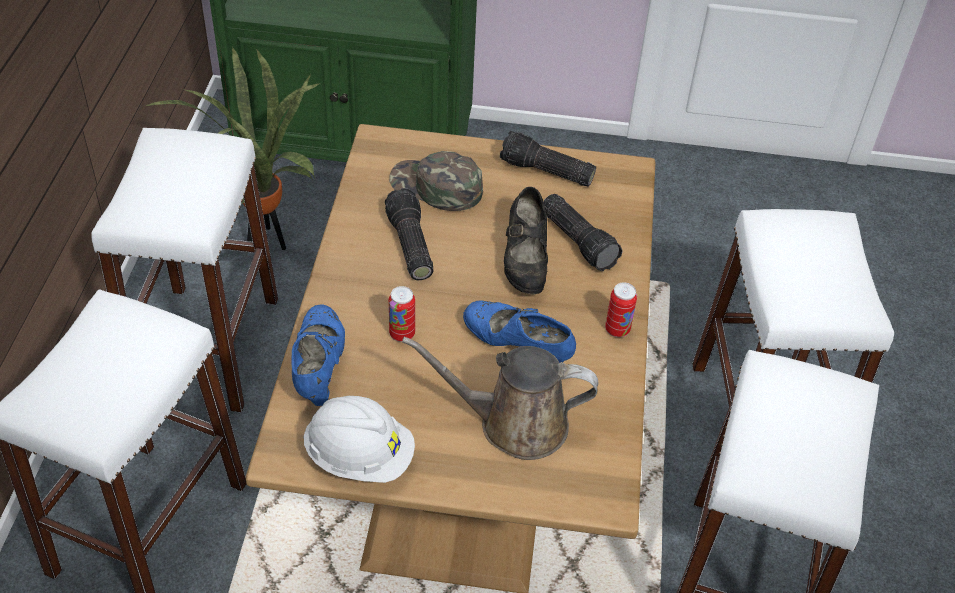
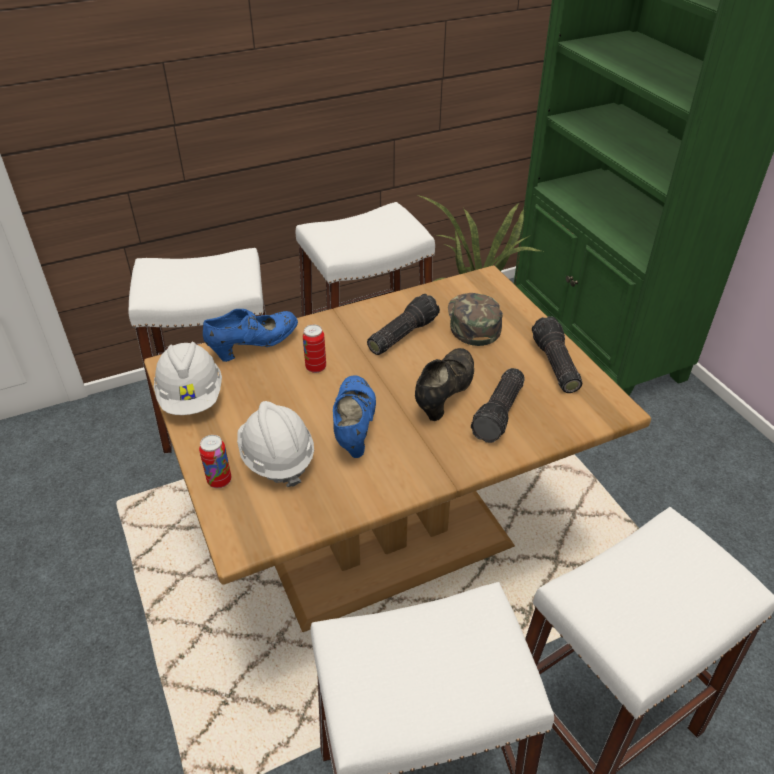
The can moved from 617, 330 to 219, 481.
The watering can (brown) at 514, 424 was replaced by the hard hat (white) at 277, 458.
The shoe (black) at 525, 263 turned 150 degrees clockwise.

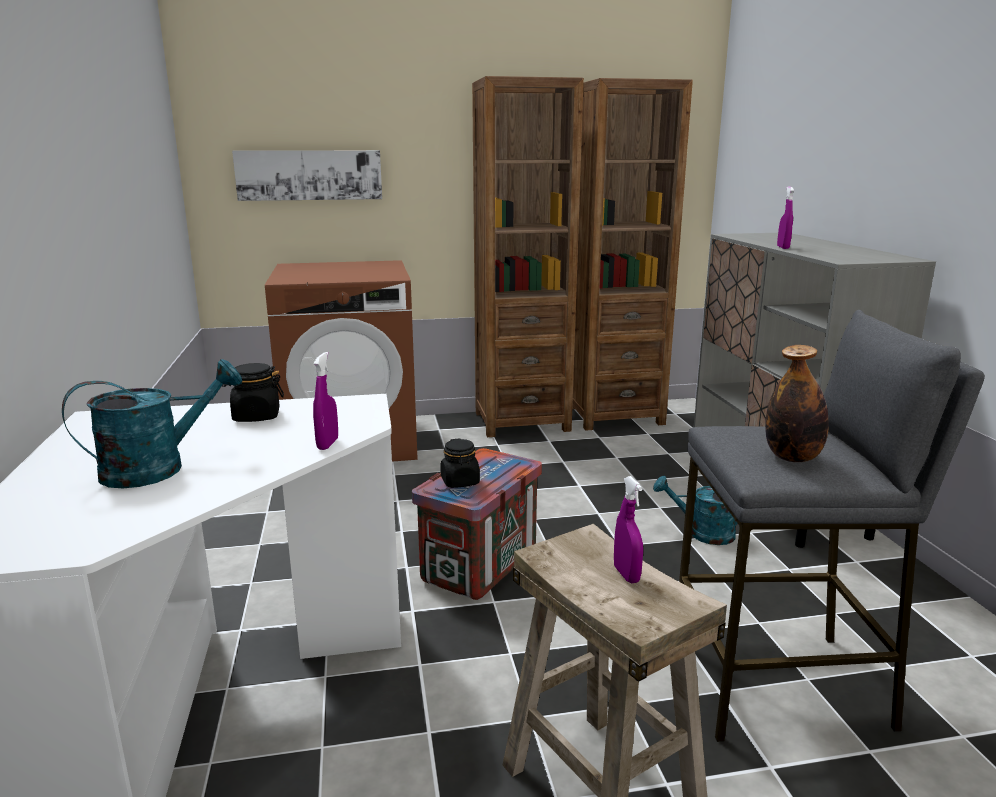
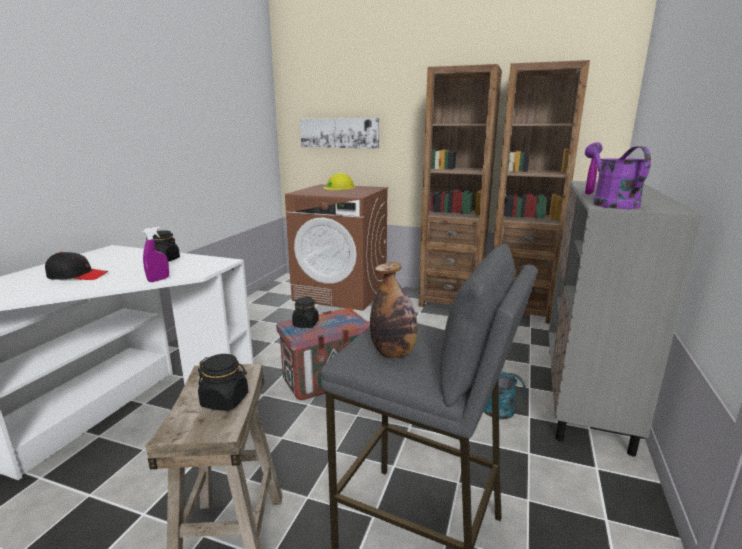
The watering can (turquoise) at 158, 468 was replaced by the cap (black) at 77, 276.
The spray bottle (purple) at 626, 574 was replaced by the jar (black) at 225, 400.
The hard hat (yellow) at 339, 187 appeared.
The watering can (purple) at 610, 203 appeared.

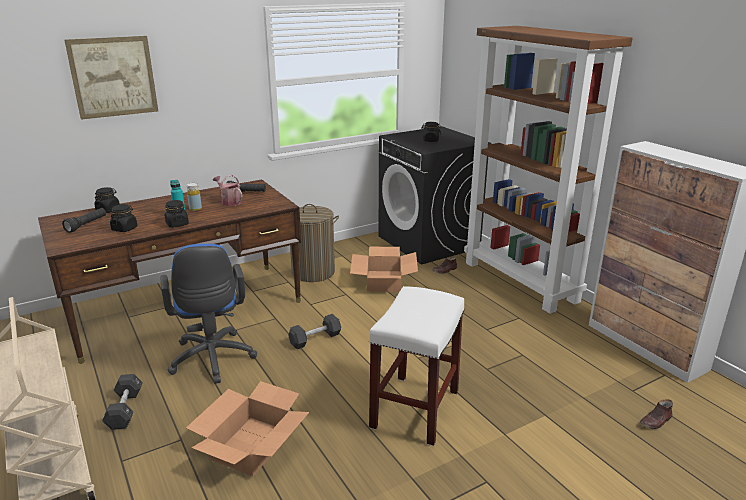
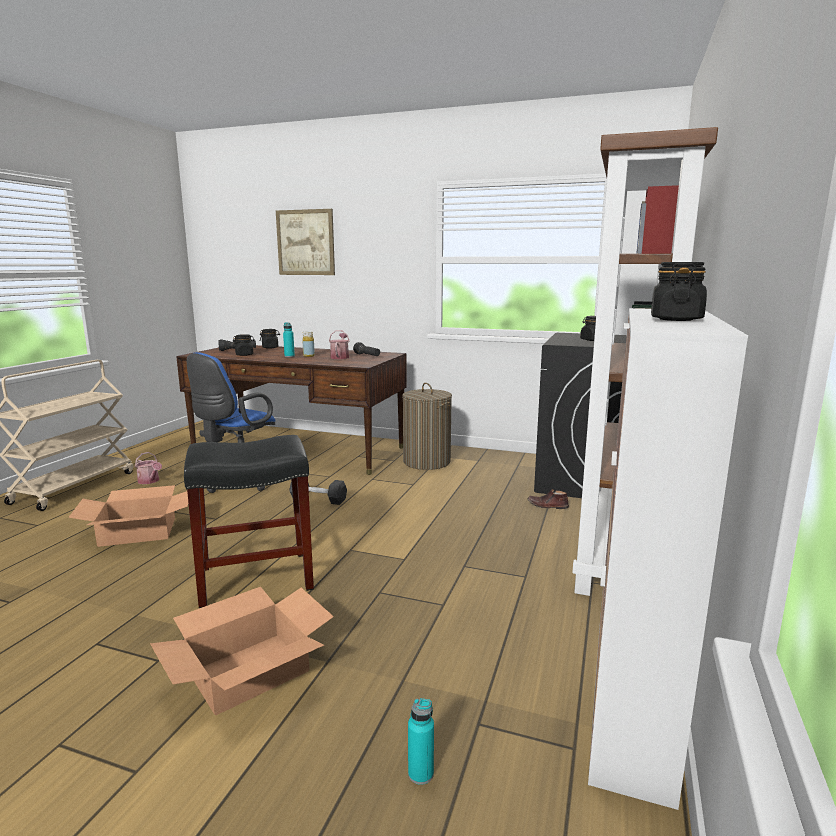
The dumbbell (black) at 125, 410 was replaced by the watering can at 150, 481.
The cardboard box moved from 384, 281 to 248, 671.
The stool (white) at 415, 409 became the stool (black) at 254, 579.
The shoe (brown) at 656, 421 was replaced by the bottle (turquoise) at 420, 773.
The jar (black) moved from 177, 224 to 675, 319.

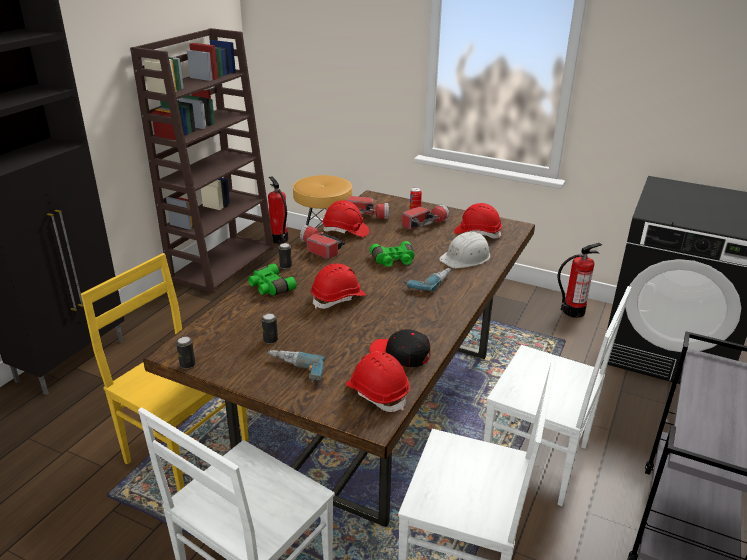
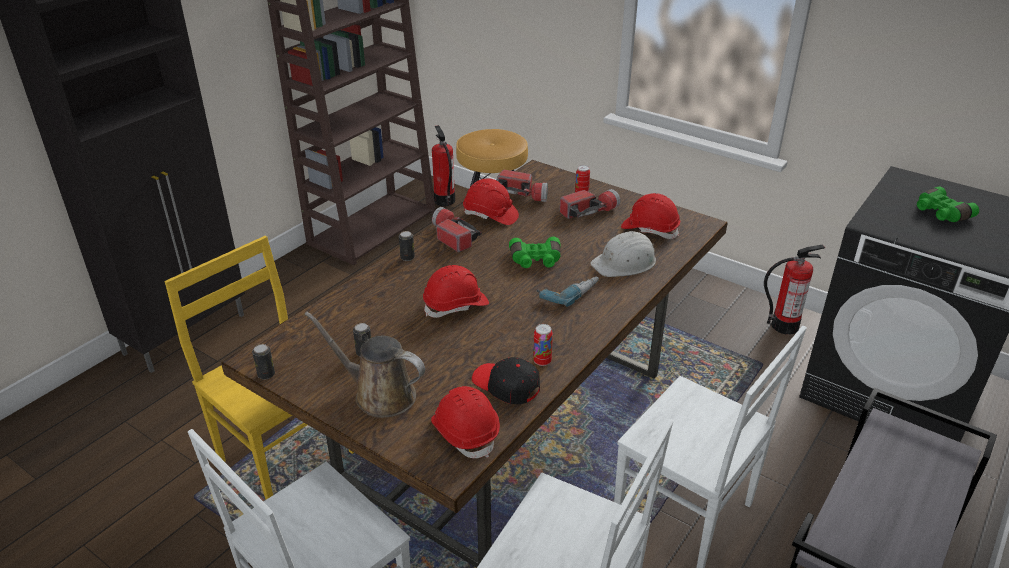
The power drill at 294, 371 was replaced by the watering can (brown) at 379, 394.
The can at 542, 361 appeared.
The binoculars (green) moved from 270, 287 to 940, 213.

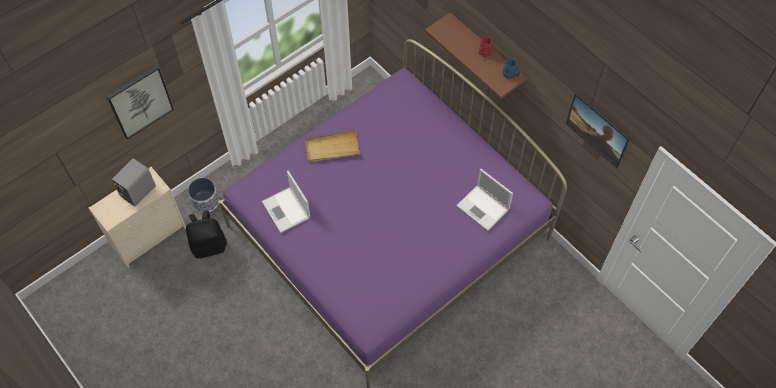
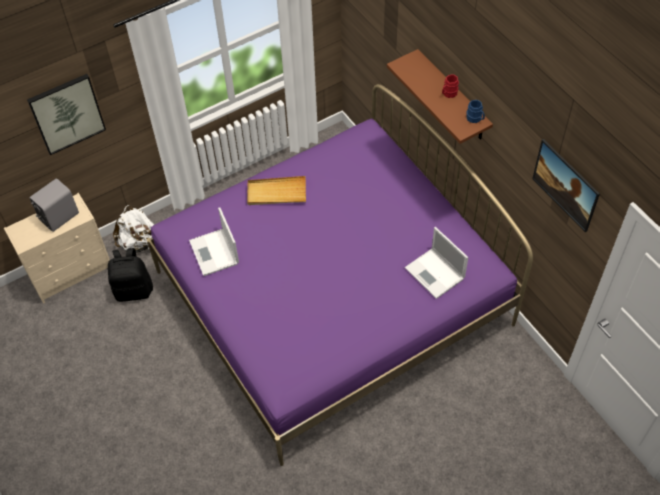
The planter at 206, 201 was replaced by the backpack (white) at 139, 243.

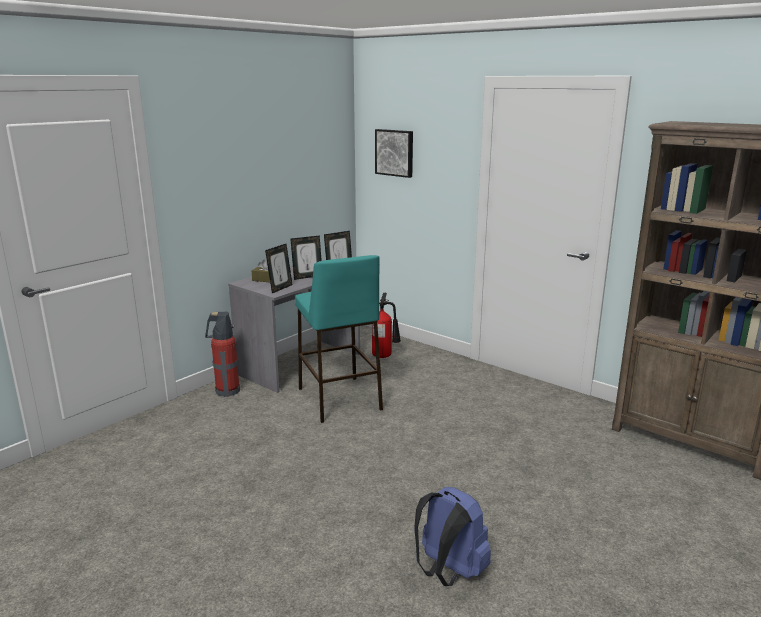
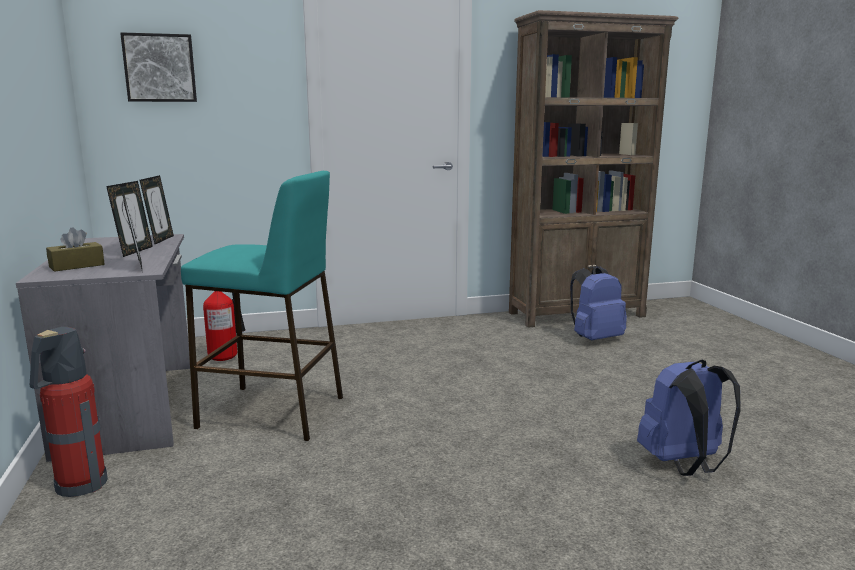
The backpack (blue) at 594, 338 appeared.

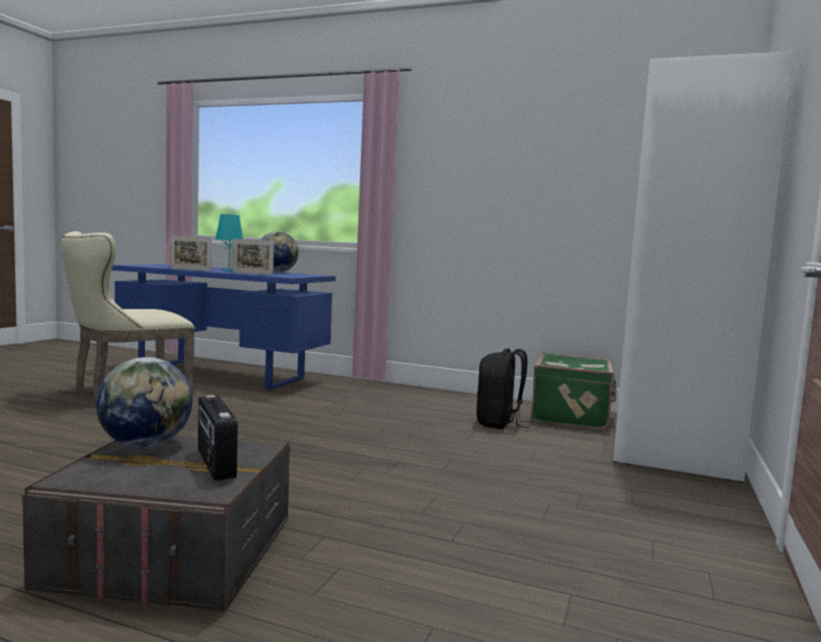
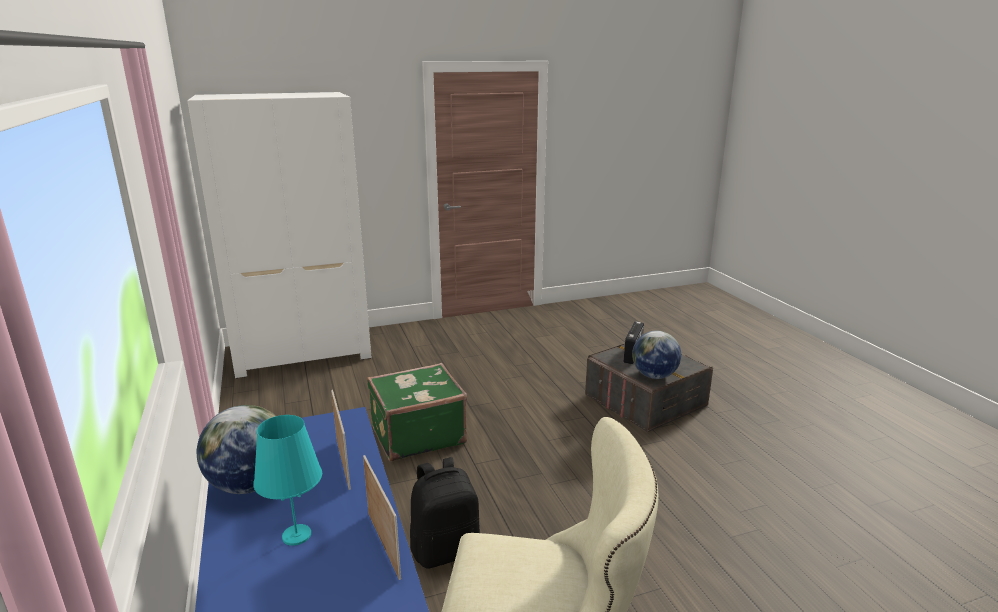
The suitcase (green) moved from 572, 416 to 417, 434.
The backpack (black) moved from 499, 423 to 446, 549.

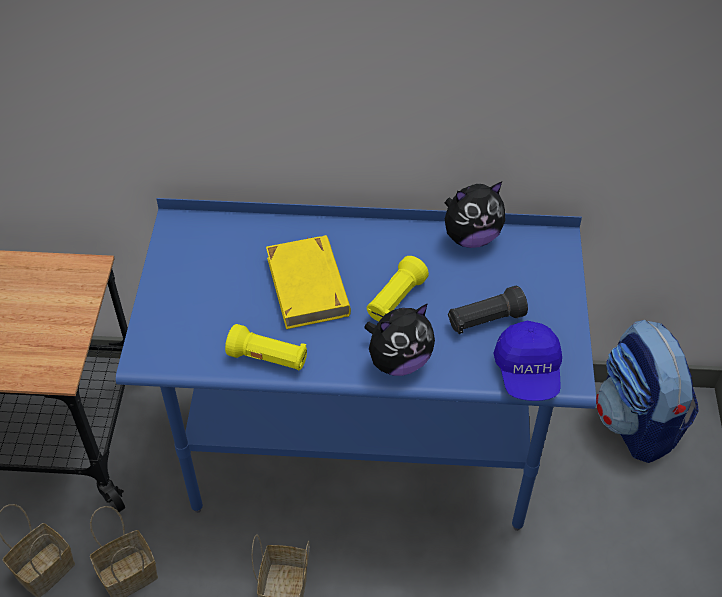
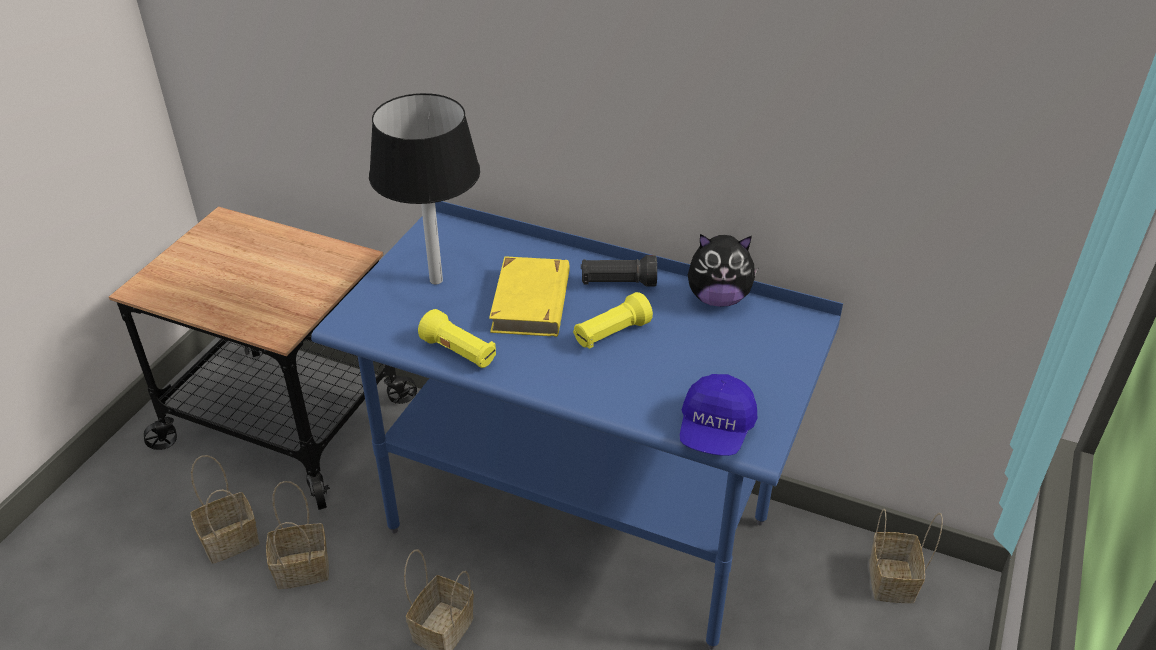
The table lamp (black) at 436, 280 appeared.
The flashlight (black) moved from 485, 320 to 618, 283.
The backpack at 636, 423 was replaced by the basket at 893, 582.
The plush toy at 398, 361 disappeared.

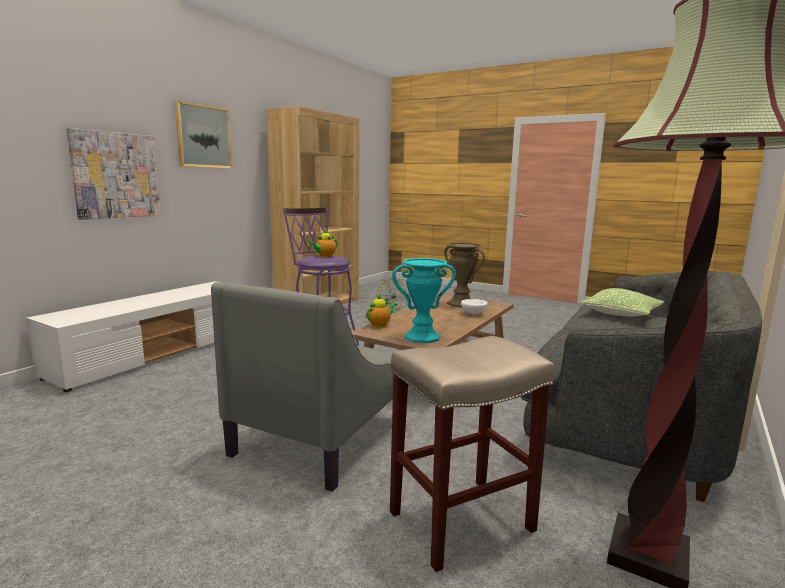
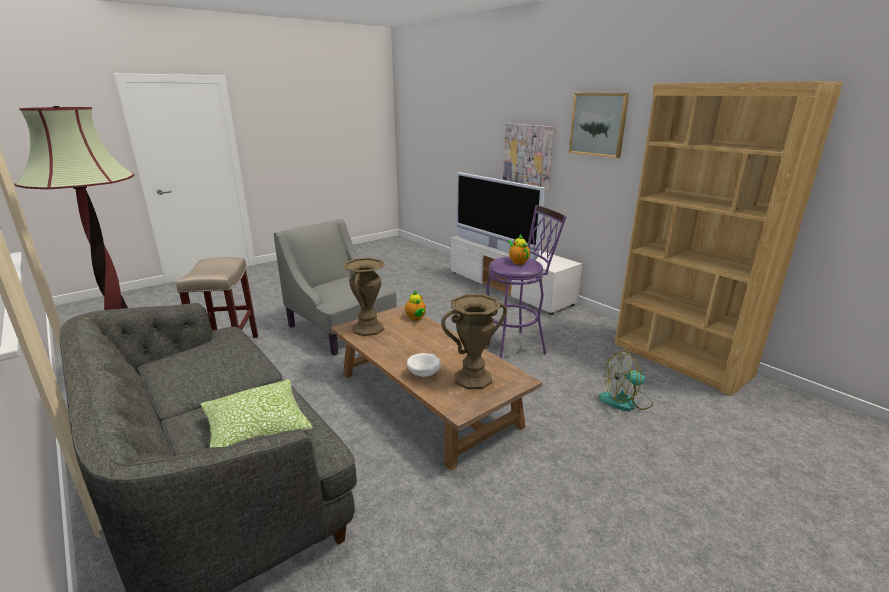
The vase (turquoise) at 422, 337 became the vase (brown) at 368, 328.
The television at 494, 248 appeared.

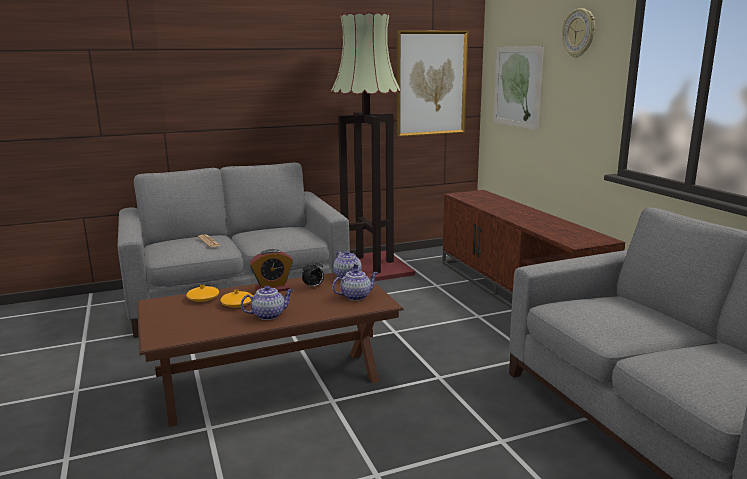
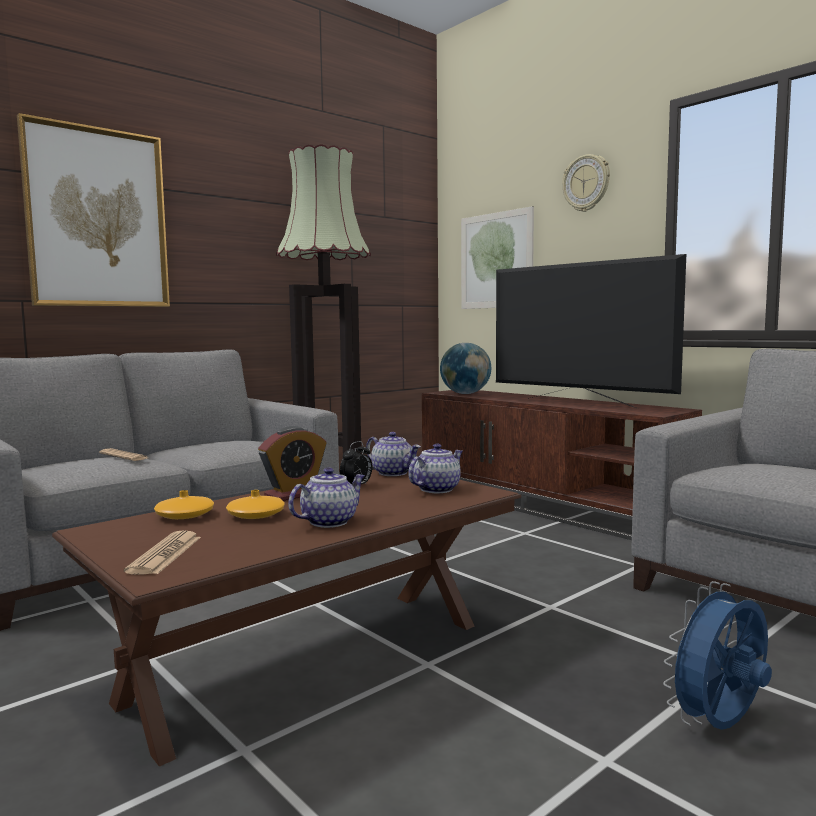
The picture moved from 431, 83 to 97, 218.
The newspaper at 165, 554 appeared.
The globe at 465, 394 appeared.
The television at 579, 403 appeared.
The fan (blue) at 720, 727 appeared.

